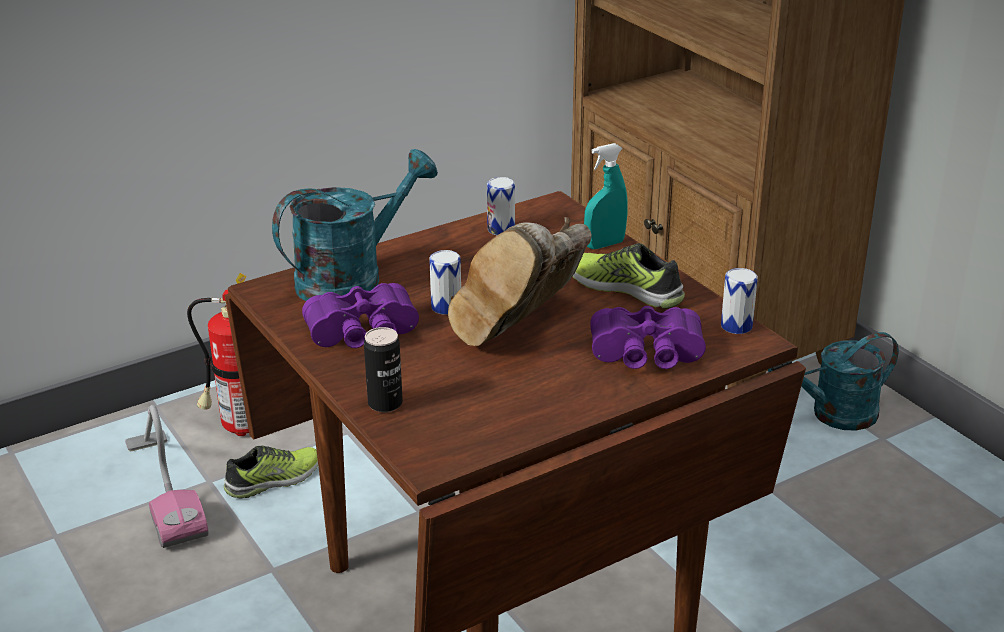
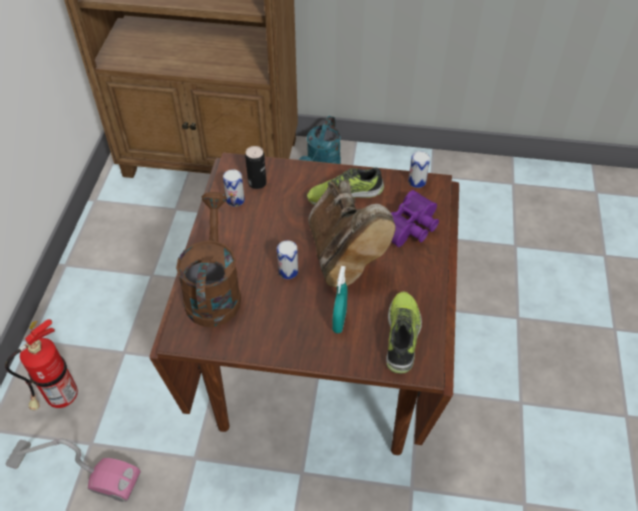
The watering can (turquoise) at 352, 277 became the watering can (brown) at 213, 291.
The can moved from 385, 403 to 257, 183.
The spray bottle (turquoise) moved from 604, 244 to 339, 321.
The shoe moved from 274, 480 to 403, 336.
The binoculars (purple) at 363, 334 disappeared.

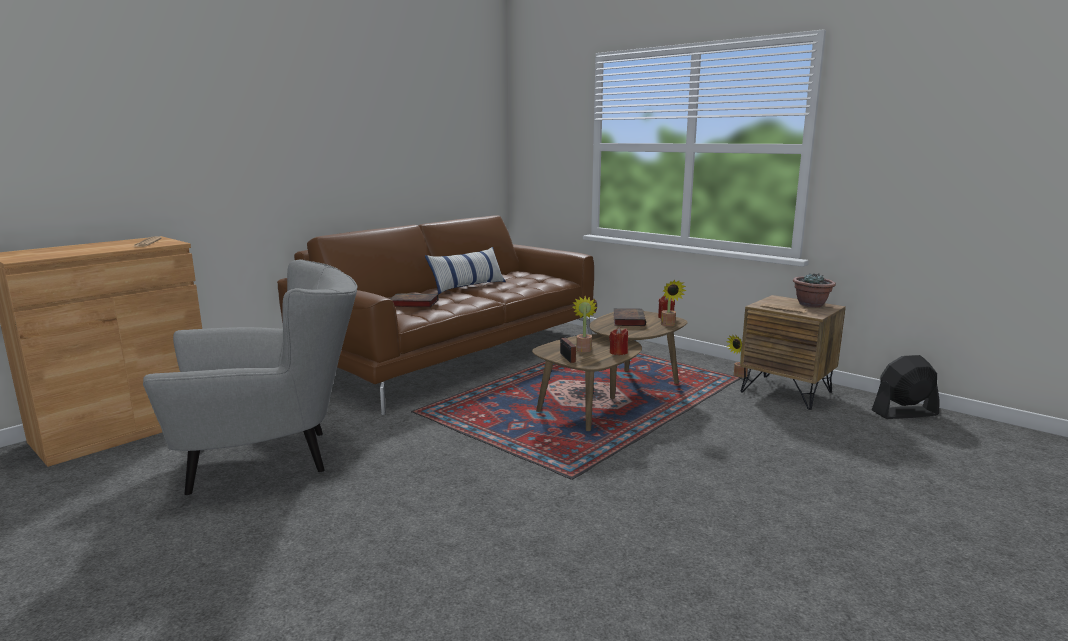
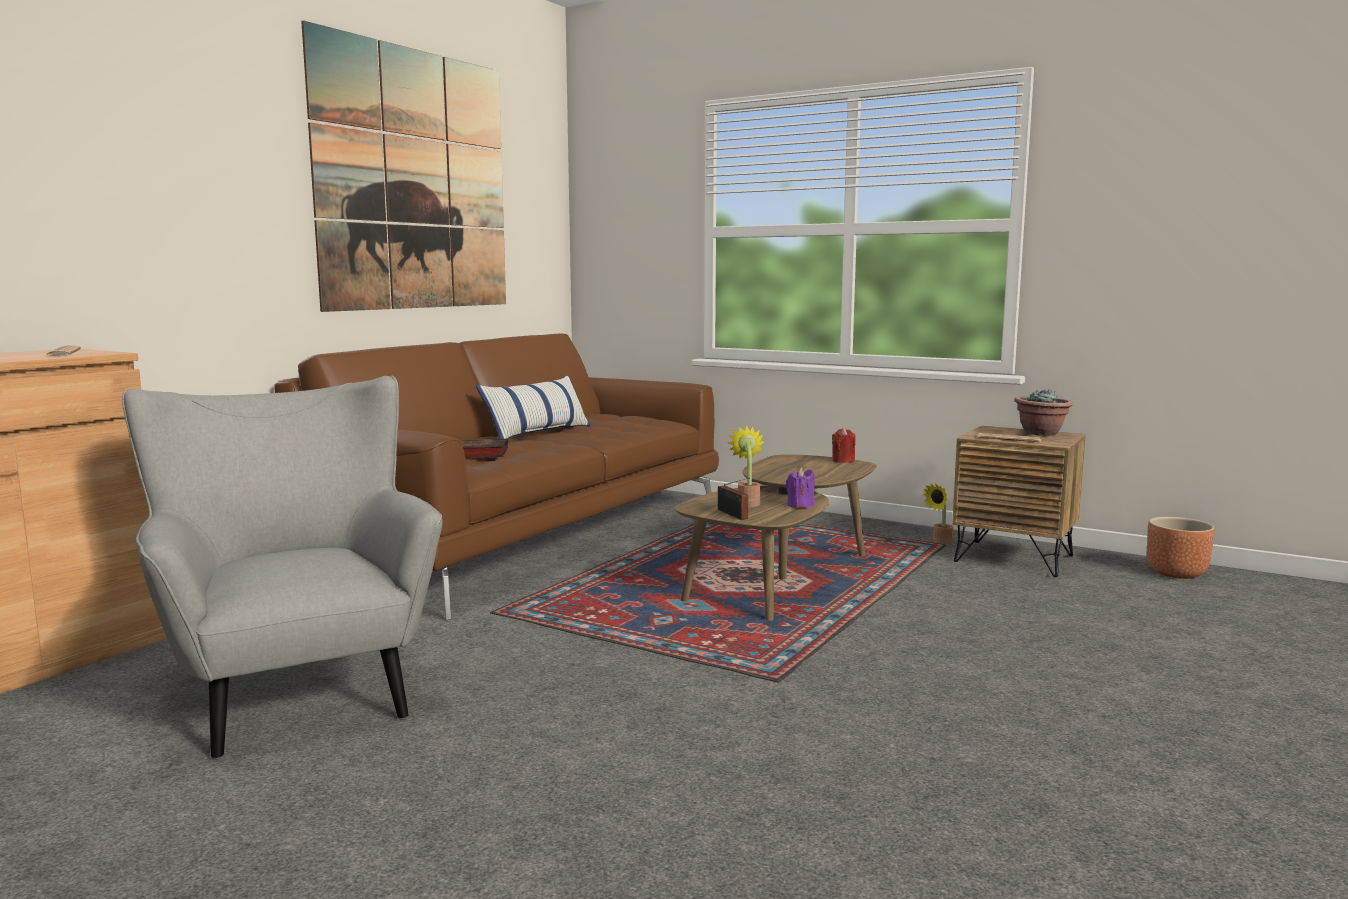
The armchair (grey) at 273, 459 turned 90 degrees counterclockwise.
The picture at 415, 181 appeared.
The candle (red) at 618, 352 became the candle (purple) at 800, 505.
The fan (black) at 904, 413 was replaced by the planter (brown) at 1176, 574.
The book at 628, 320 disappeared.
The potted plant at 669, 325 disappeared.

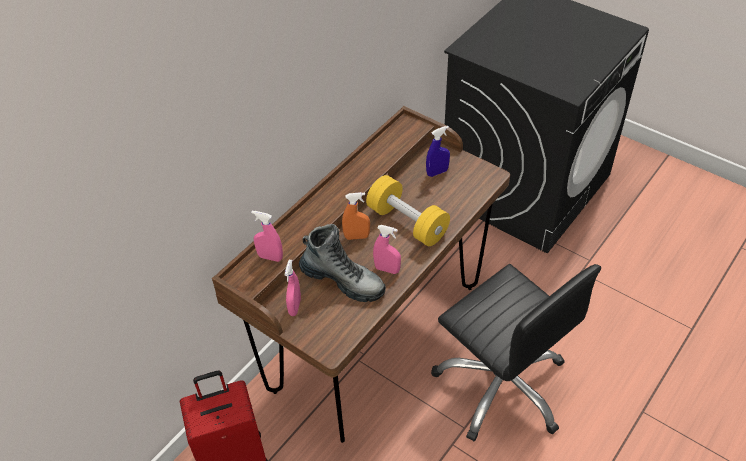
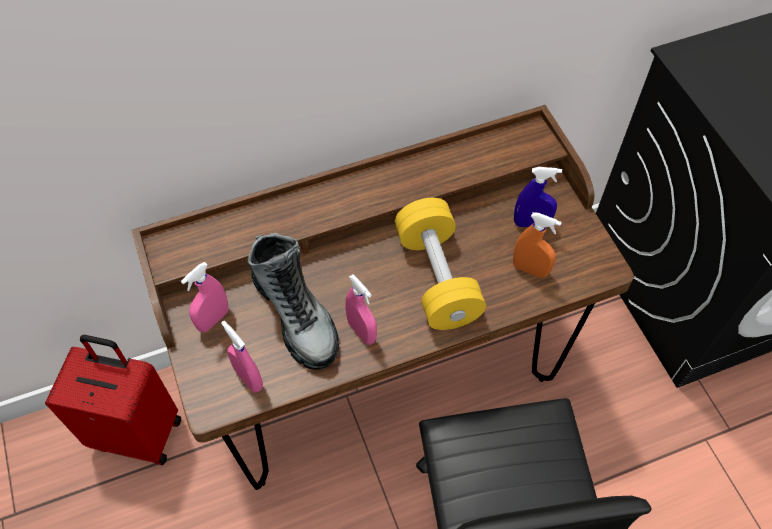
The spray bottle (pink) moved from 270, 257 to 248, 378.
The spray bottle (orange) moved from 356, 236 to 530, 269.

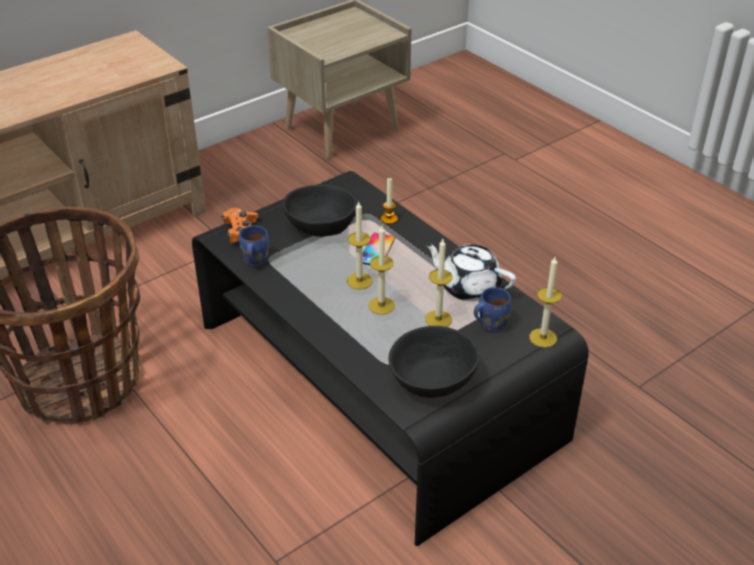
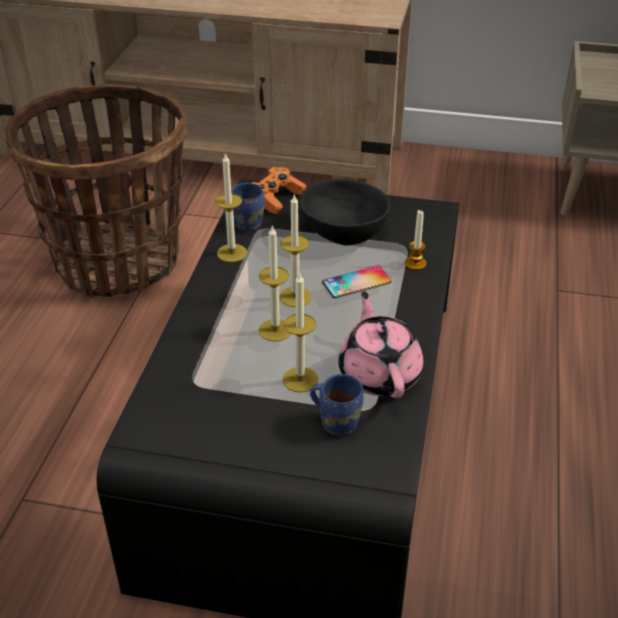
The candle moved from 543, 338 to 232, 253.
The teapot (white) at 468, 287 became the teapot (pink) at 379, 373.
The bowl (black) at 433, 380 disappeared.

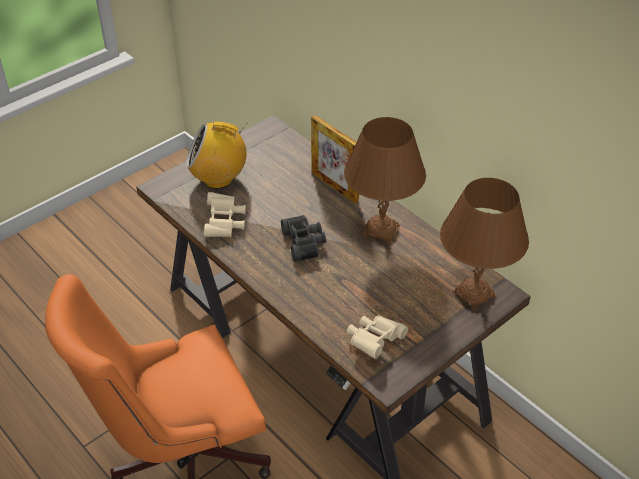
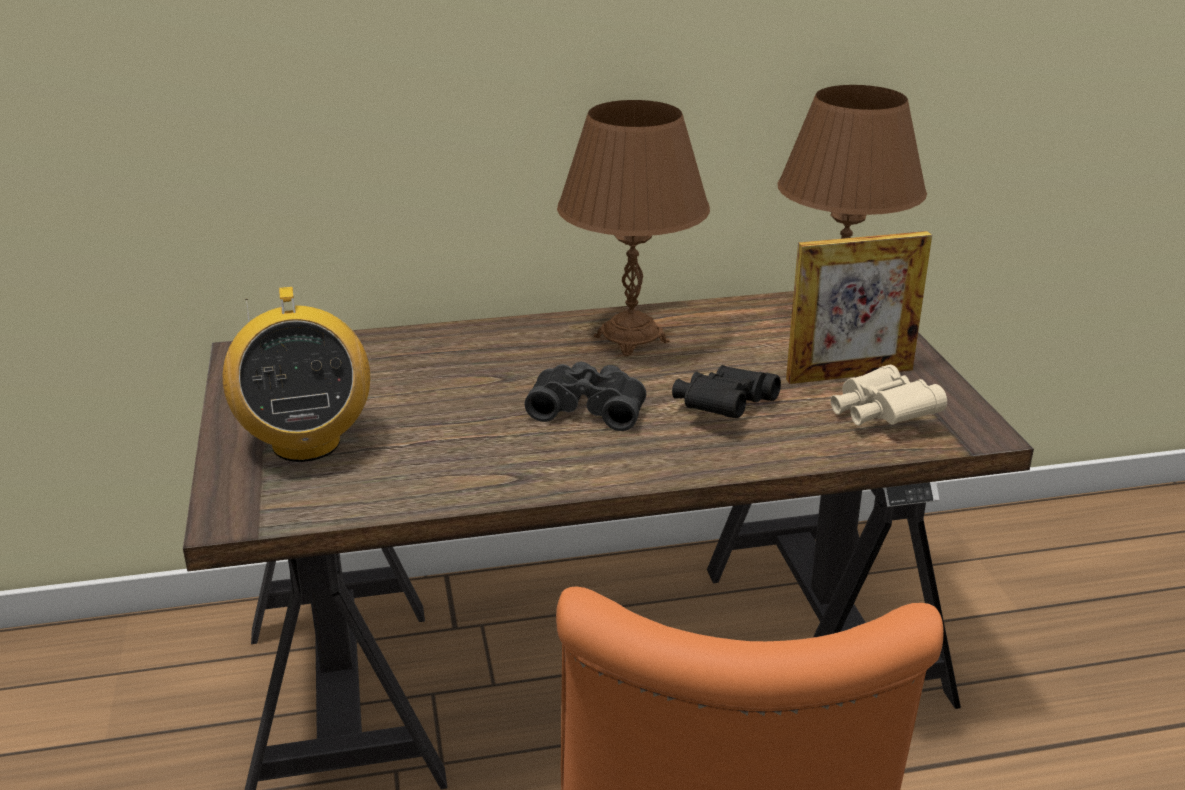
The radio at 218, 179 turned 45 degrees counterclockwise.
The binoculars (black) at 723, 409 appeared.
The picture frame moved from 334, 186 to 849, 374.
The binoculars (beige) at 225, 223 disappeared.

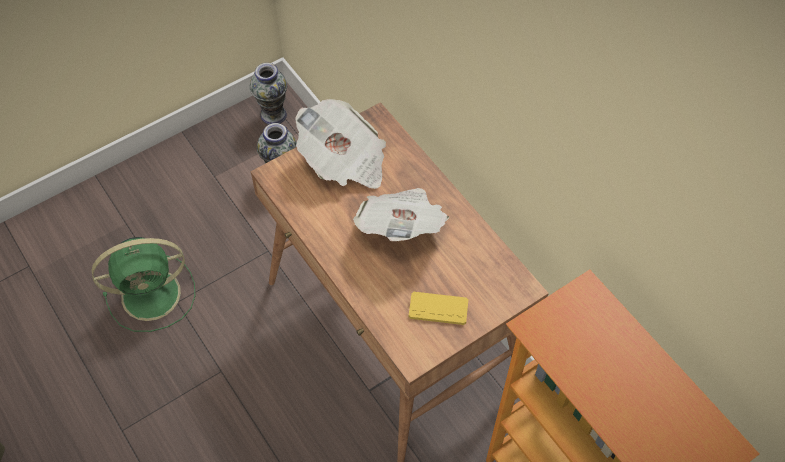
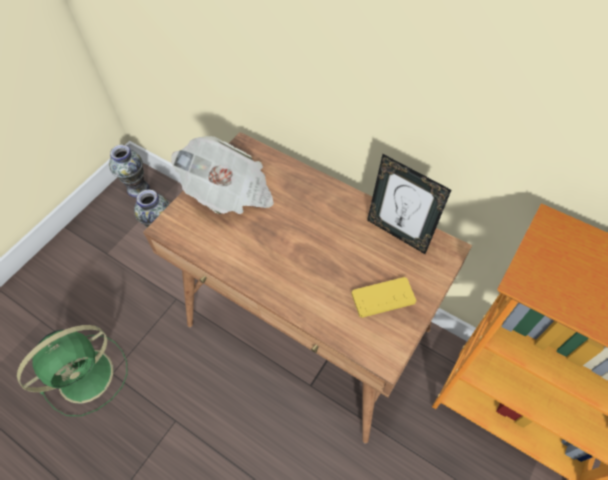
The picture frame at 398, 233 appeared.
The newspaper at 402, 227 disappeared.

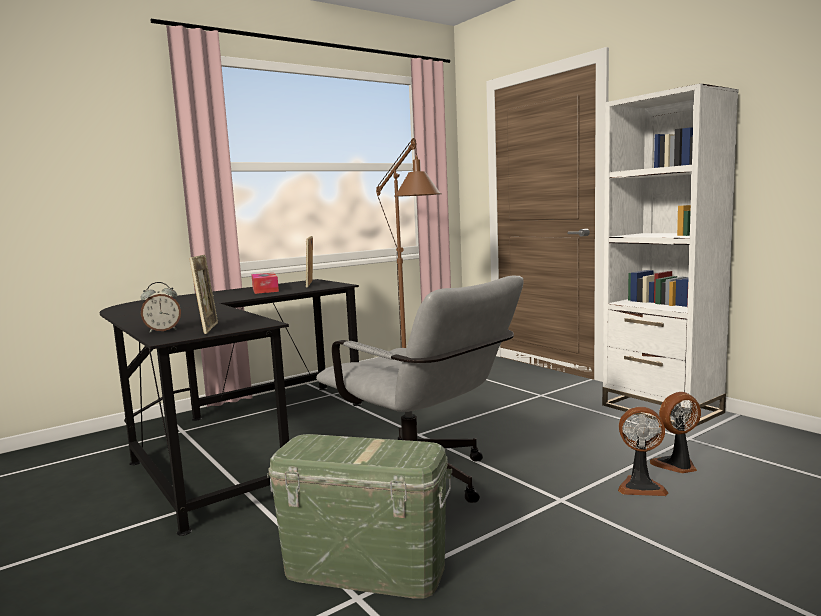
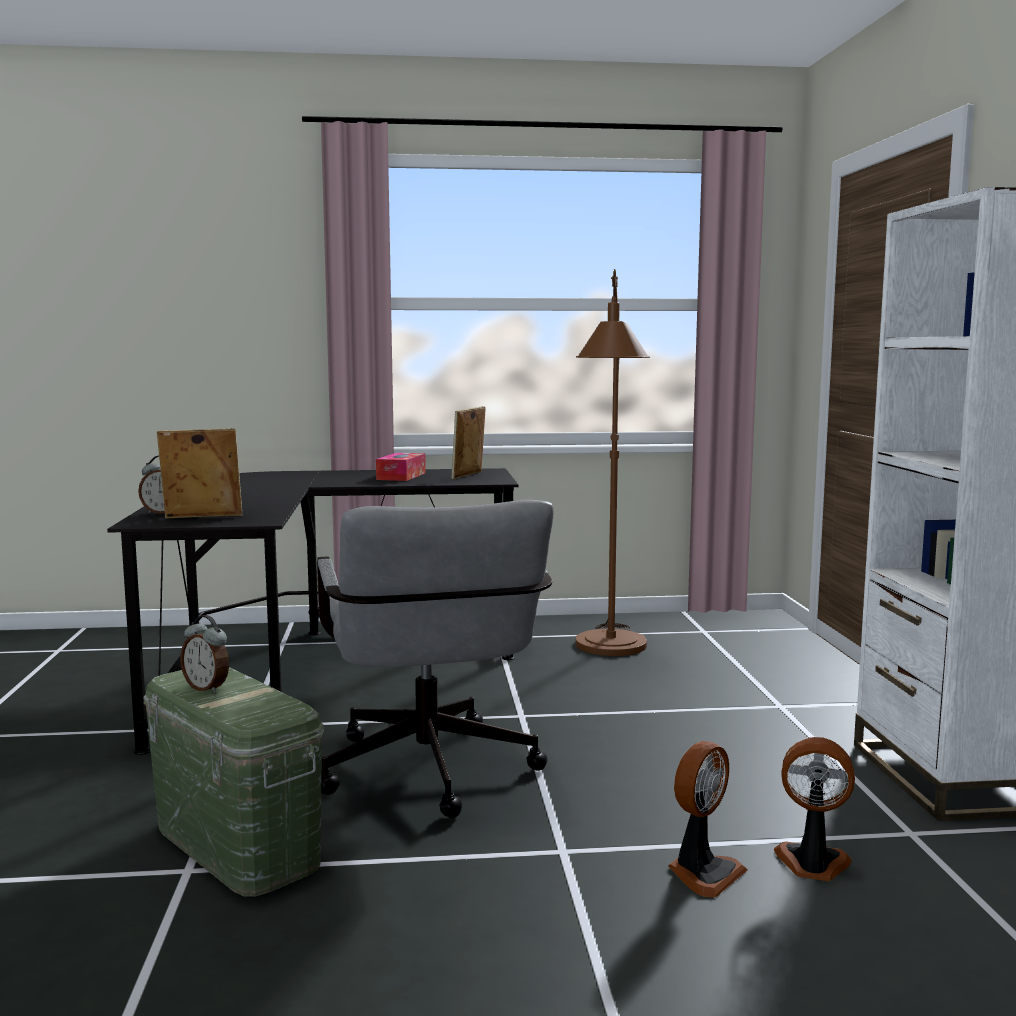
The picture frame at 208, 328 turned 120 degrees counterclockwise.
The alarm clock at 207, 688 appeared.
The fan at 640, 486 turned 90 degrees counterclockwise.

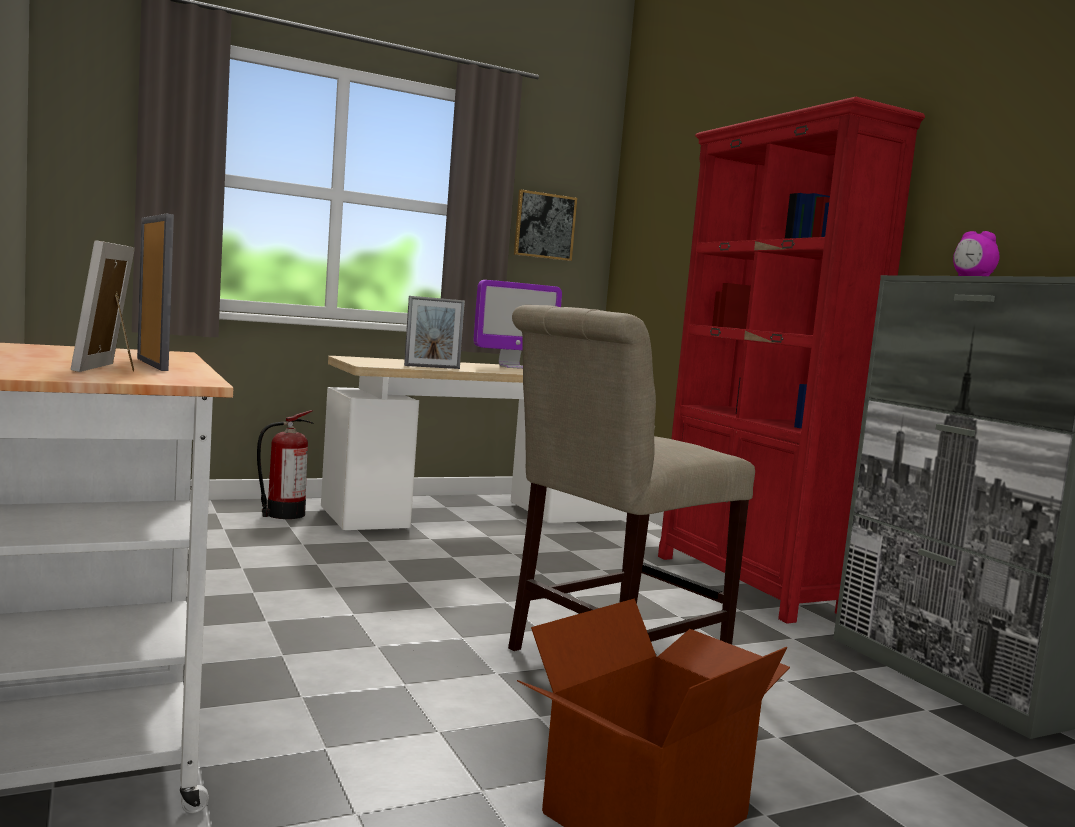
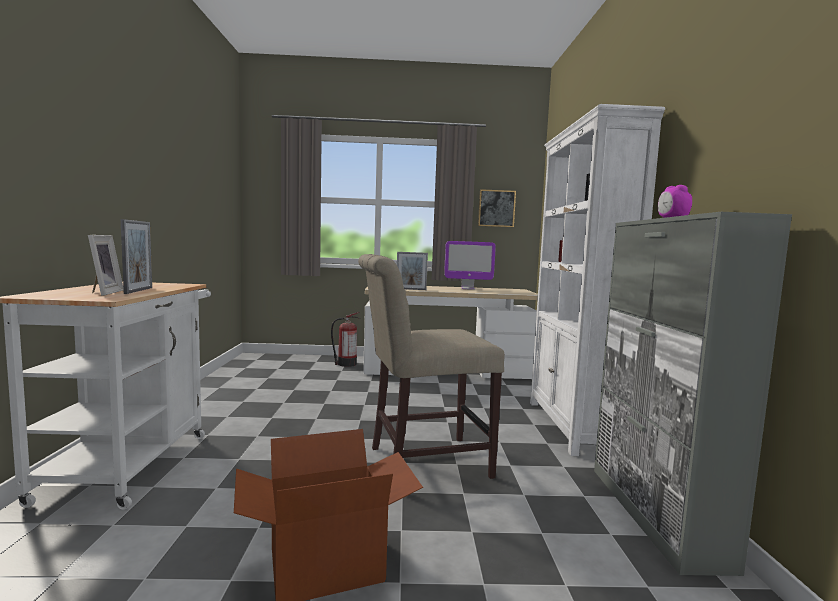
The picture frame at 113, 368 turned 150 degrees clockwise.
The bookcase (red) at 748, 584 became the bookcase (white) at 572, 426.

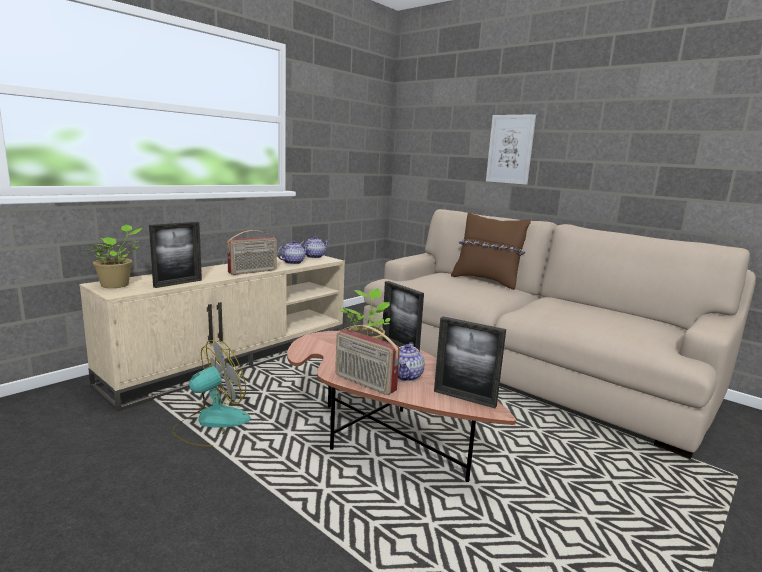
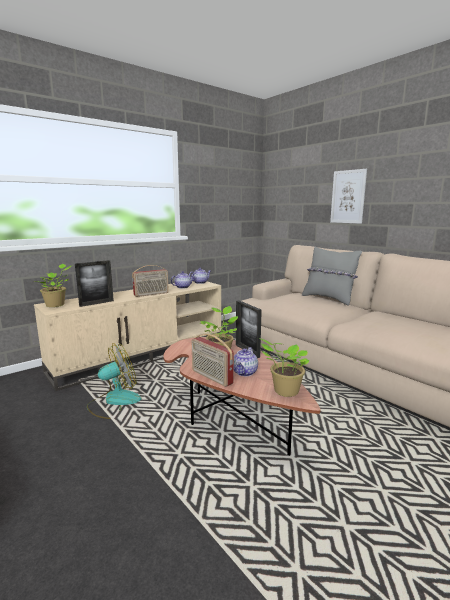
The picture frame at 464, 398 was replaced by the potted plant at 284, 391.
The pillow (brown) at 486, 281 became the pillow (grey) at 328, 299.

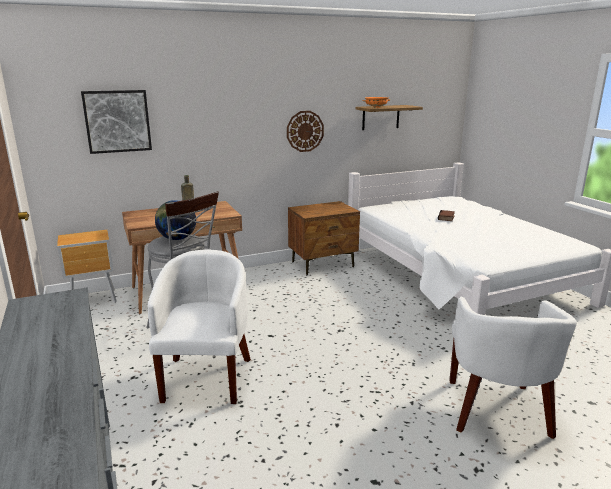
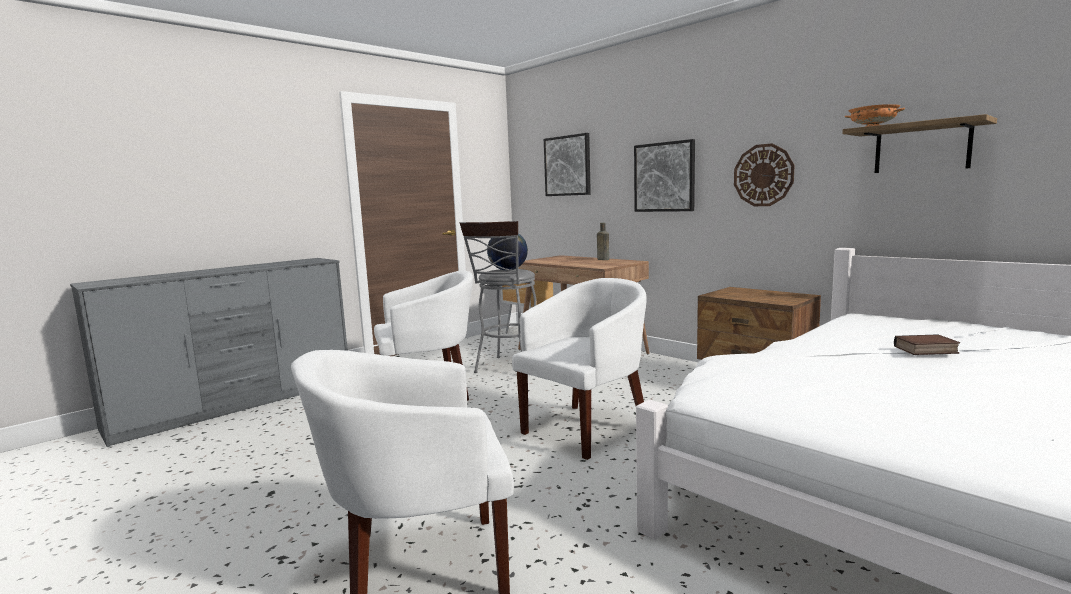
The armchair (white) at 586, 429 appeared.
The picture at 664, 177 appeared.

